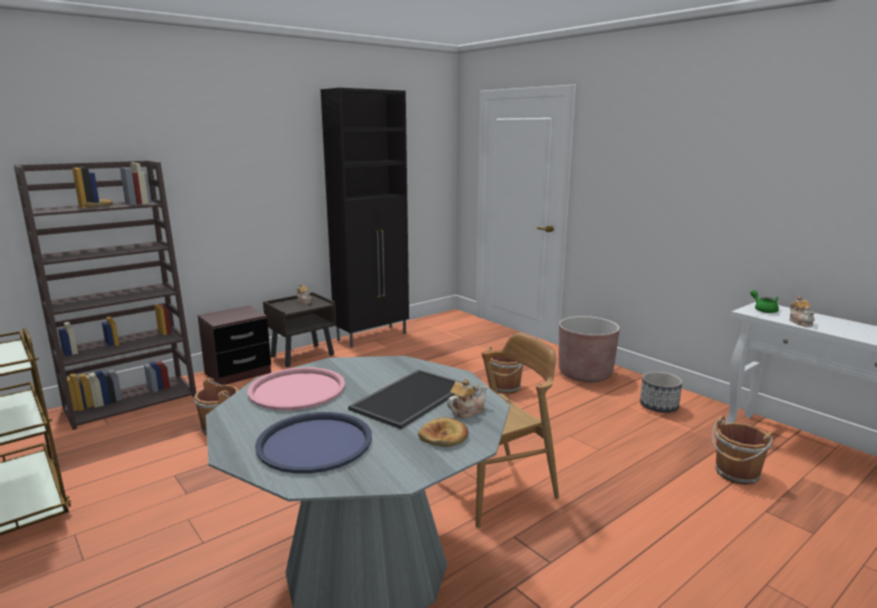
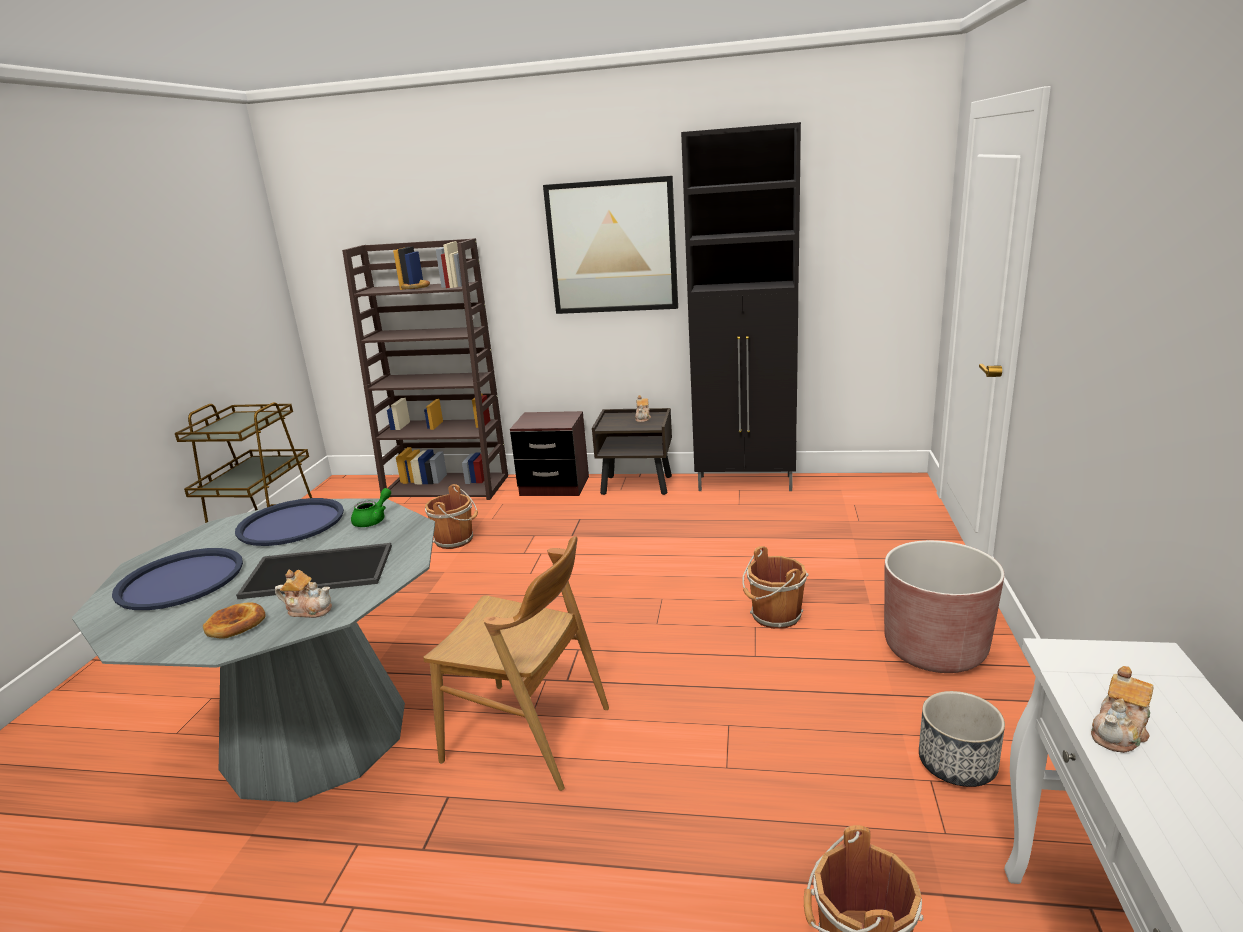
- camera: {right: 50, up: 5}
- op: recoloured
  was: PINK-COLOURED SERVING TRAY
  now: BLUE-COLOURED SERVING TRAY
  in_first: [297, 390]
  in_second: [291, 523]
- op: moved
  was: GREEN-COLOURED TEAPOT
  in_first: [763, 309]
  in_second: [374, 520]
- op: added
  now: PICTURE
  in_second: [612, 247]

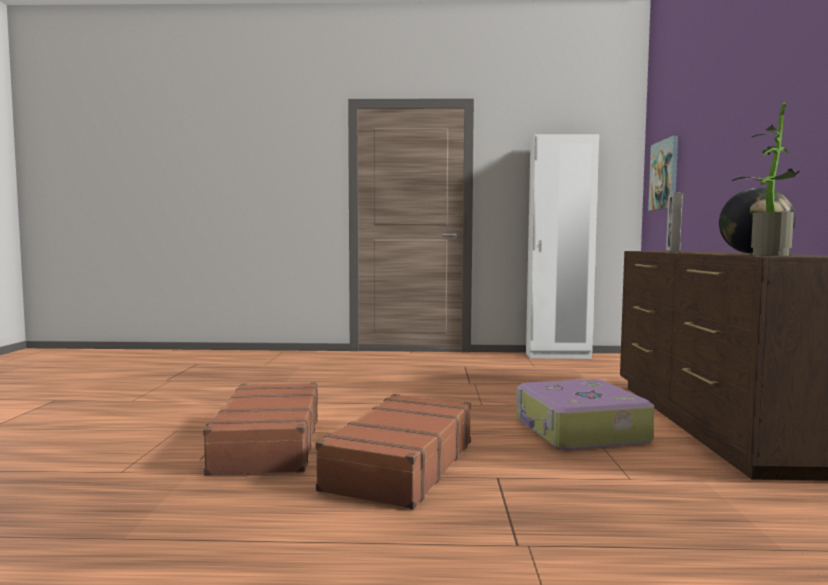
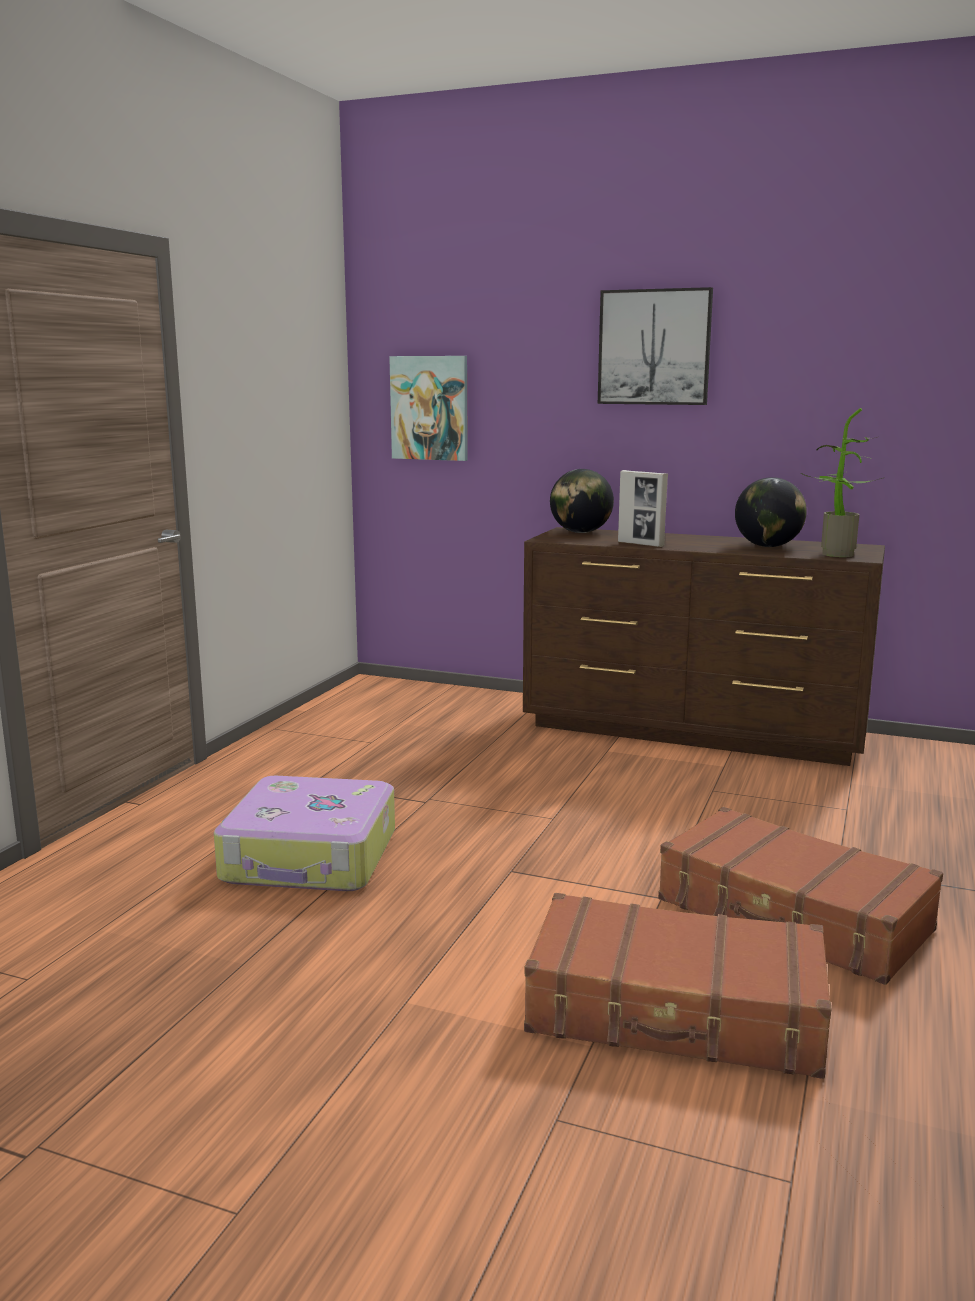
- camera: {right: -70, up: 10}
- op: moved
  was: TRAVEL CASE
  in_first: [579, 431]
  in_second: [311, 857]
- op: added
  now: DESK GLOBE
  in_second: [580, 532]
- op: added
  now: PICTURE
  in_second: [654, 347]
- op: removed
  was: WHITE WARDROBE
  in_first: [558, 356]

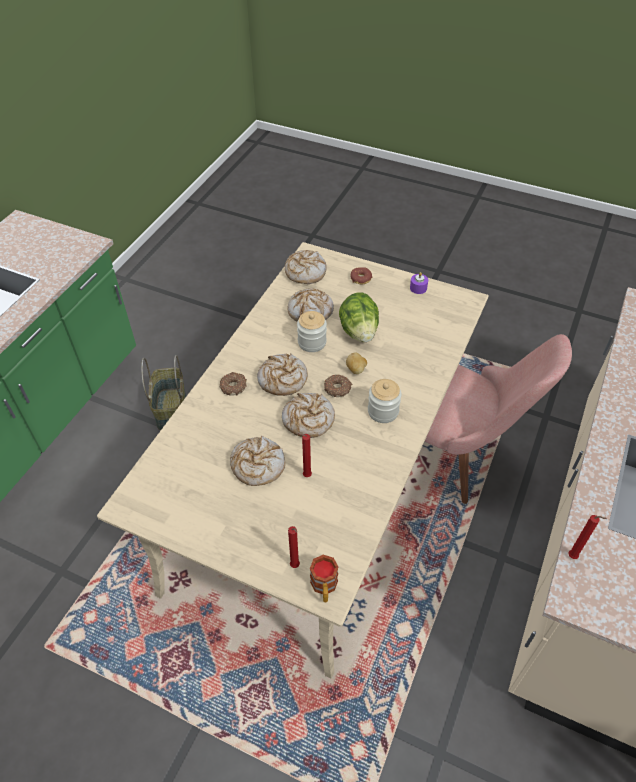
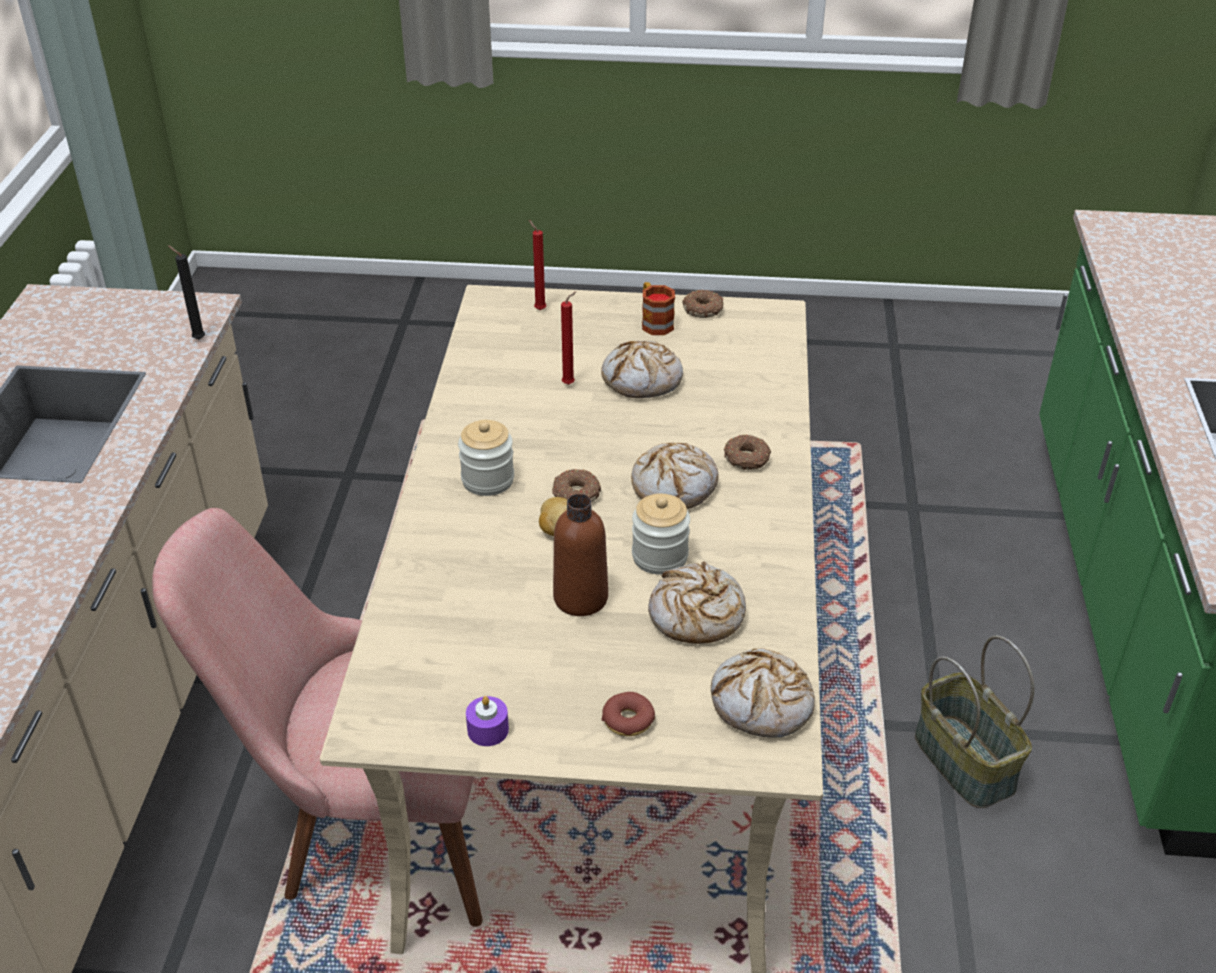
- camera: {right: 160, up: -10}
- op: recoloured
  was: RED WAX LIGHT
  now: BLACK-COLOURED WAX LIGHT
  in_first: [574, 557]
  in_second: [197, 339]
- op: replaced
  was: HEAD OF LETTUCE
  now: BROWN-COLOURED BOTTLE
  in_first: [359, 331]
  in_second: [580, 598]
- op: moved
  was: COFFEE MUG
  in_first: [324, 587]
  in_second: [654, 322]
- op: added
  now: DONUT
  in_second: [703, 309]
- op: removed
  was: BREAD
  in_first: [308, 420]

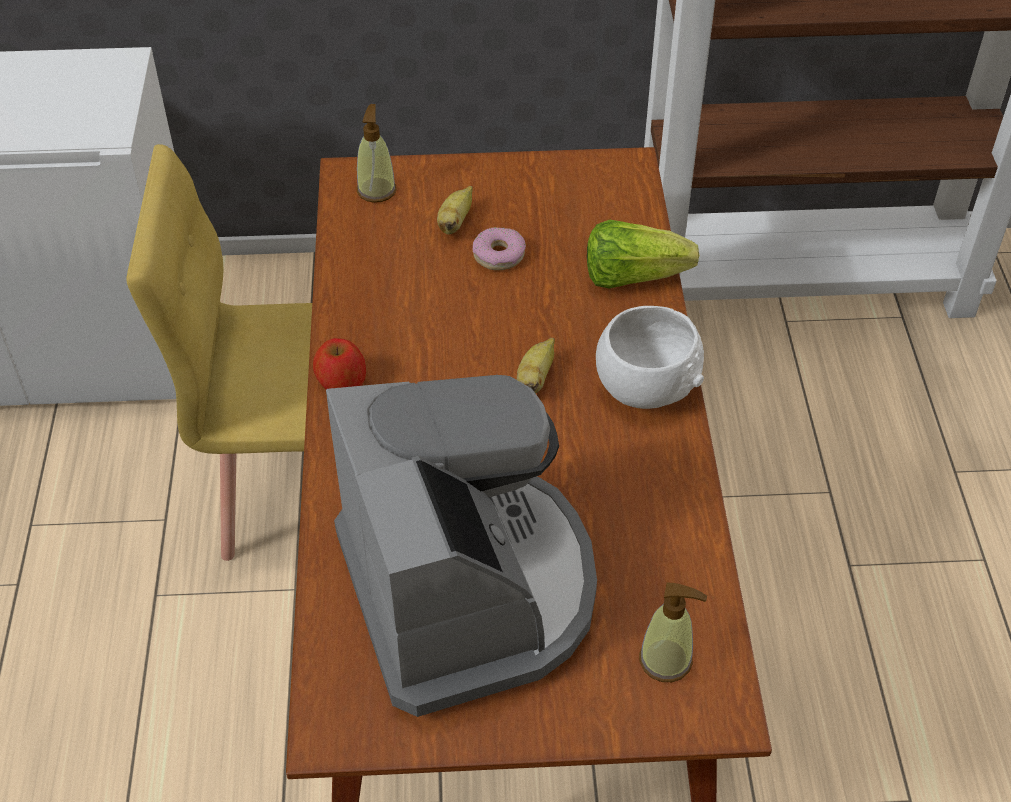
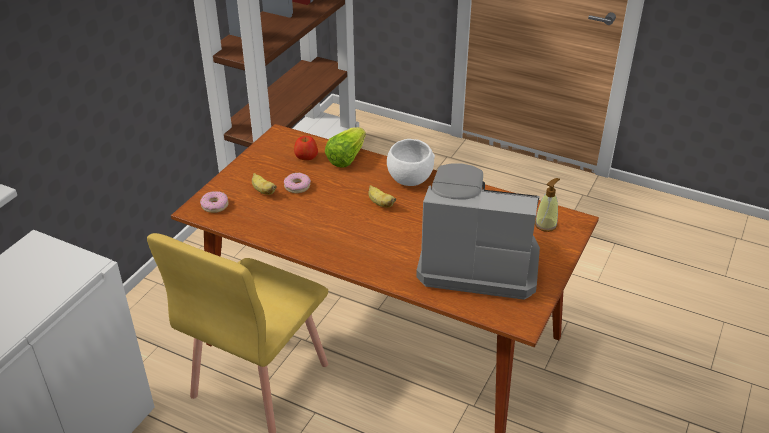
- camera: {right: -60, up: -10}
- op: replaced
  was: LIQUID SOAP BOTTLE
  now: DONUT
  in_first: [376, 190]
  in_second: [215, 205]
- op: moved
  was: APPLE FRUIT
  in_first: [341, 381]
  in_second: [306, 156]

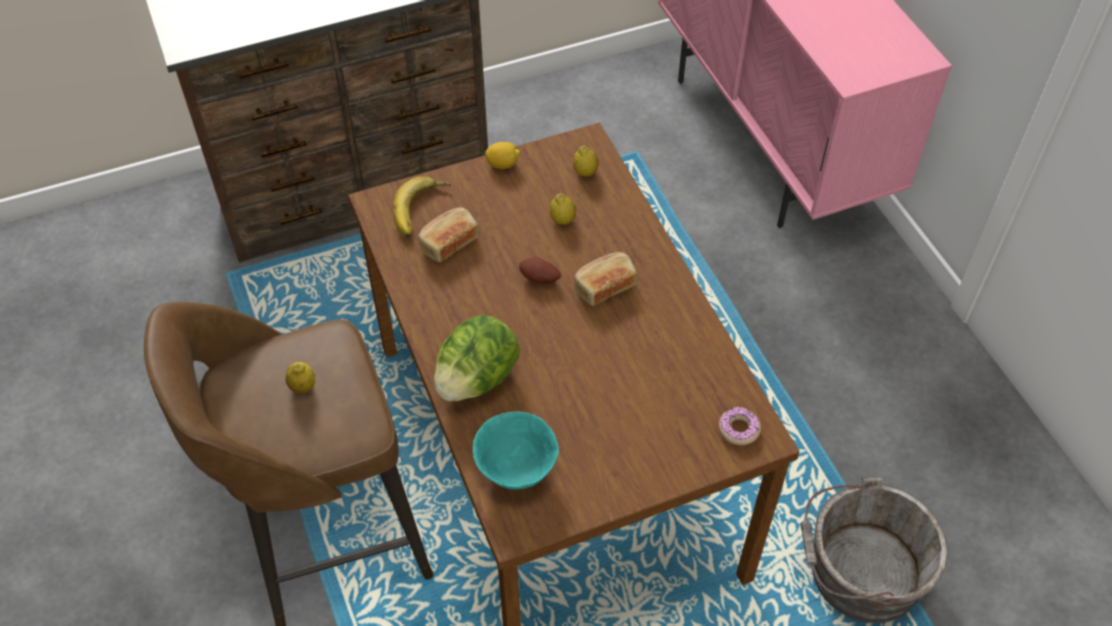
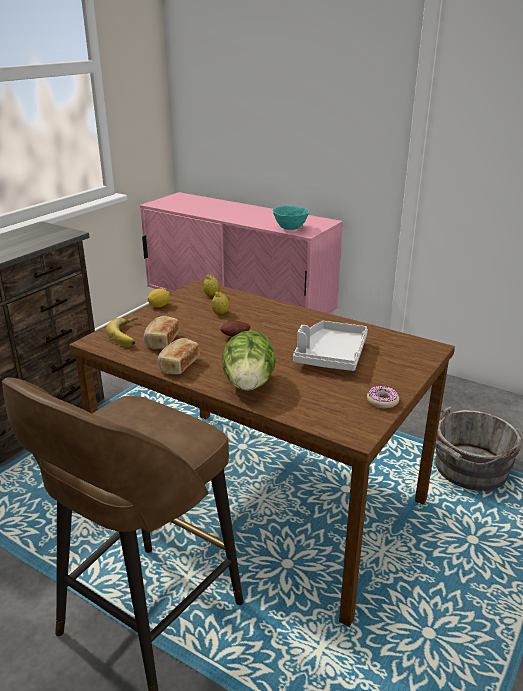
- camera: {right: -35, up: -25}
- op: moved
  was: BREAD
  in_first: [604, 286]
  in_second: [178, 365]
- op: moved
  was: TURQUOISE DEEP DISH
  in_first: [516, 469]
  in_second: [290, 228]
- op: added
  now: GREYISH SERVING TRAY
  in_second: [330, 355]
- op: moved
  was: DONUT
  in_first: [739, 429]
  in_second: [382, 401]
- op: removed
  was: CITRUS FRUIT
  in_first: [303, 387]

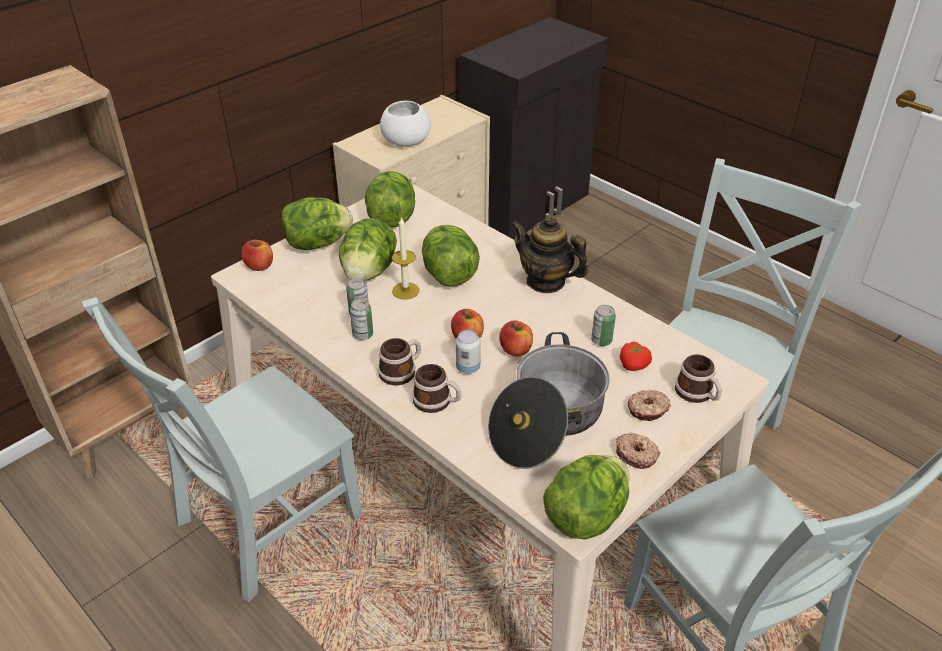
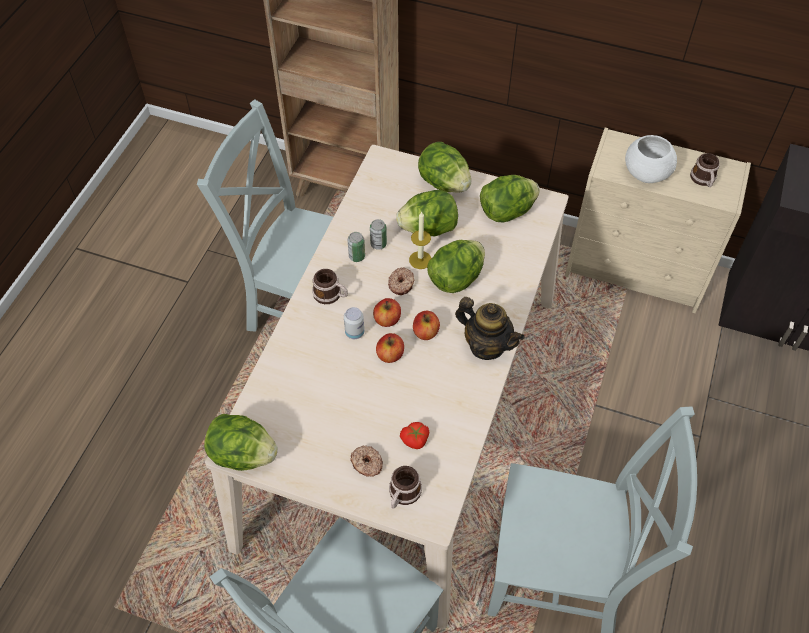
- camera: {right: 65, up: 15}
- op: moved
  was: DONUT
  in_first: [636, 454]
  in_second: [401, 284]
- op: moved
  was: APPLE FRUIT
  in_first: [259, 266]
  in_second: [426, 332]
- op: turned
  was: TEAPOT
  in_first: [546, 281]
  in_second: [486, 345]
  clockwise: 120
- op: moved
  was: COFFEE MUG
  in_first: [437, 402]
  in_second: [703, 180]
- op: removed
  was: SAUCEPOT
  in_first: [547, 421]
- op: removed
  was: METAL CAN
  in_first: [601, 340]

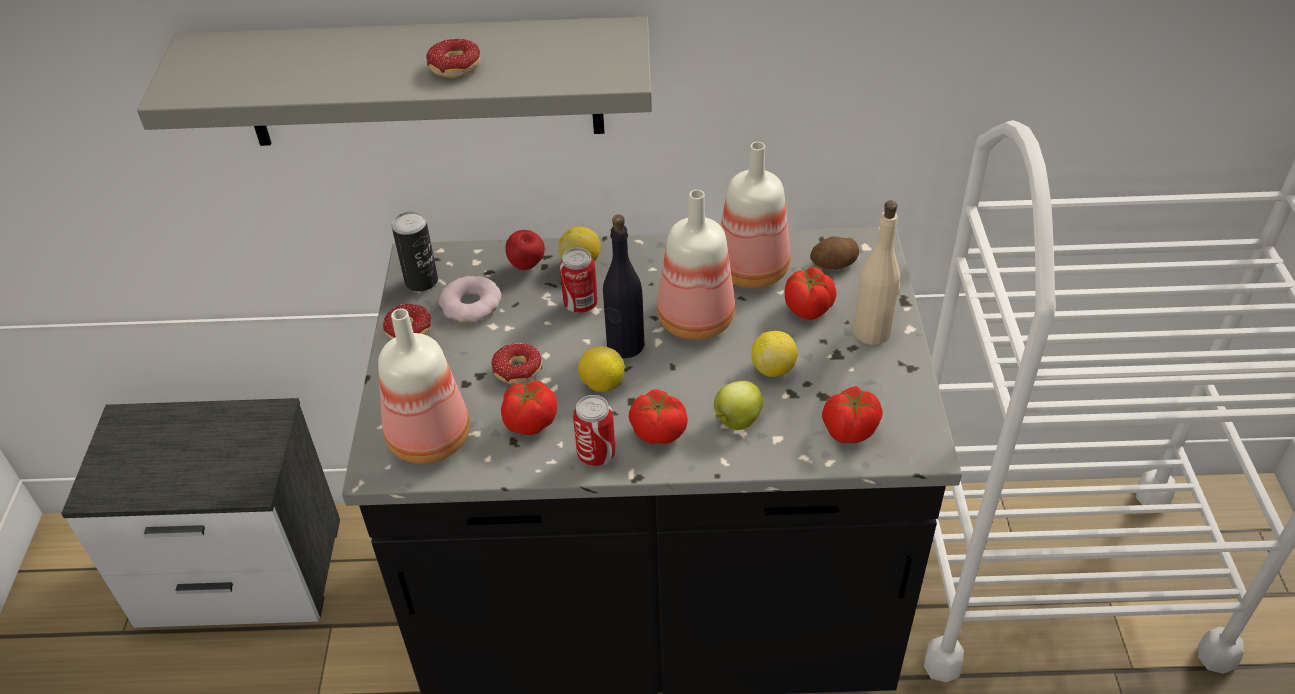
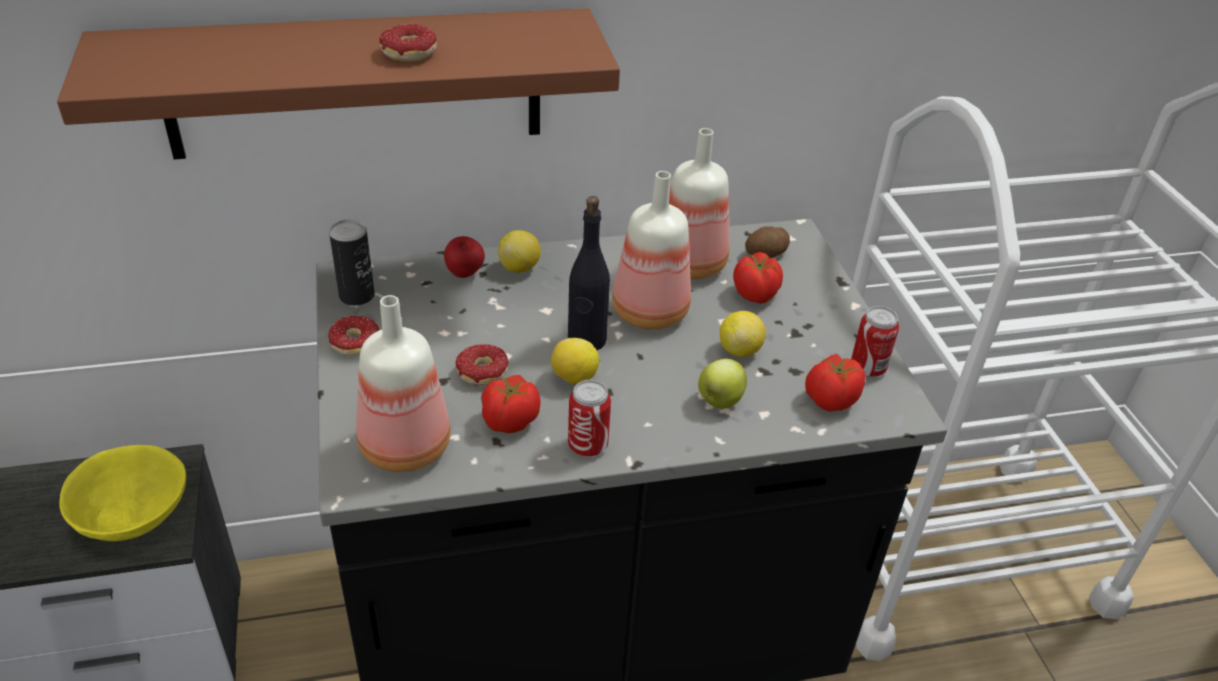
- camera: {right: -15, up: -5}
- op: recoloured
  was: GREYISH BRACKET SHELF
  now: BROWN-COLOURED BRACKET SHELF
  in_first: [422, 82]
  in_second: [355, 84]
- op: added
  now: YELLOW-COLOURED DEEP DISH
  in_second: [133, 511]
- op: moved
  was: METAL CAN
  in_first: [580, 304]
  in_second: [867, 368]
- op: removed
  was: DONUT
  in_first: [471, 305]
- op: removed
  was: TOMATO
  in_first: [658, 432]
- op: removed
  was: BEIGE BOTTLE
  in_first: [872, 332]

